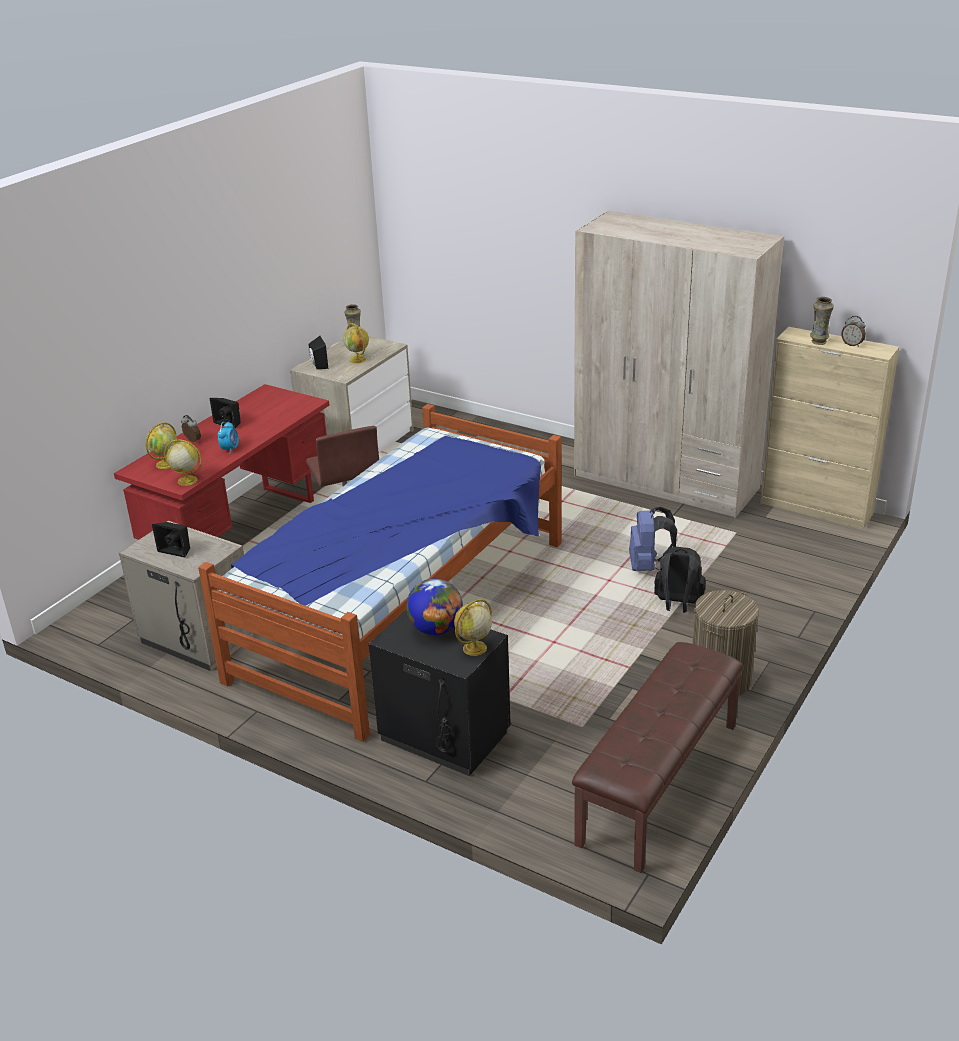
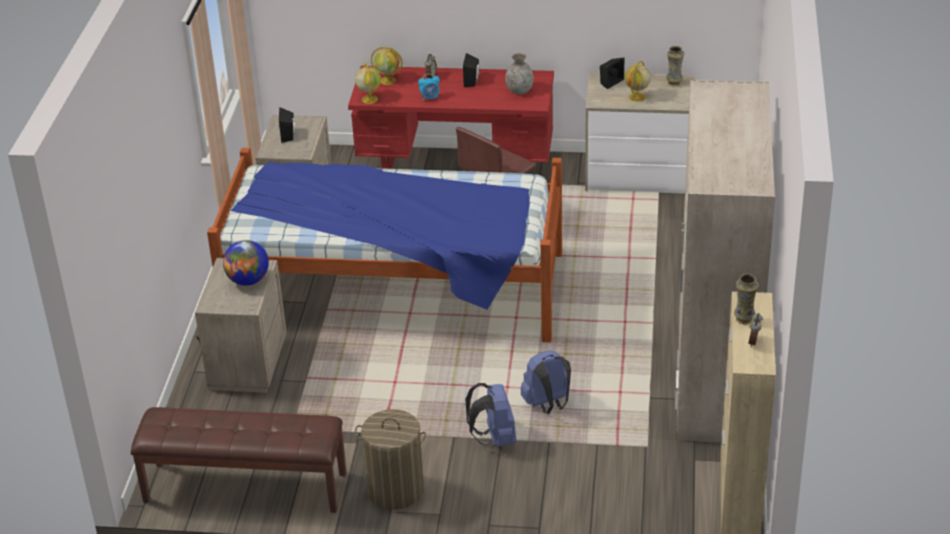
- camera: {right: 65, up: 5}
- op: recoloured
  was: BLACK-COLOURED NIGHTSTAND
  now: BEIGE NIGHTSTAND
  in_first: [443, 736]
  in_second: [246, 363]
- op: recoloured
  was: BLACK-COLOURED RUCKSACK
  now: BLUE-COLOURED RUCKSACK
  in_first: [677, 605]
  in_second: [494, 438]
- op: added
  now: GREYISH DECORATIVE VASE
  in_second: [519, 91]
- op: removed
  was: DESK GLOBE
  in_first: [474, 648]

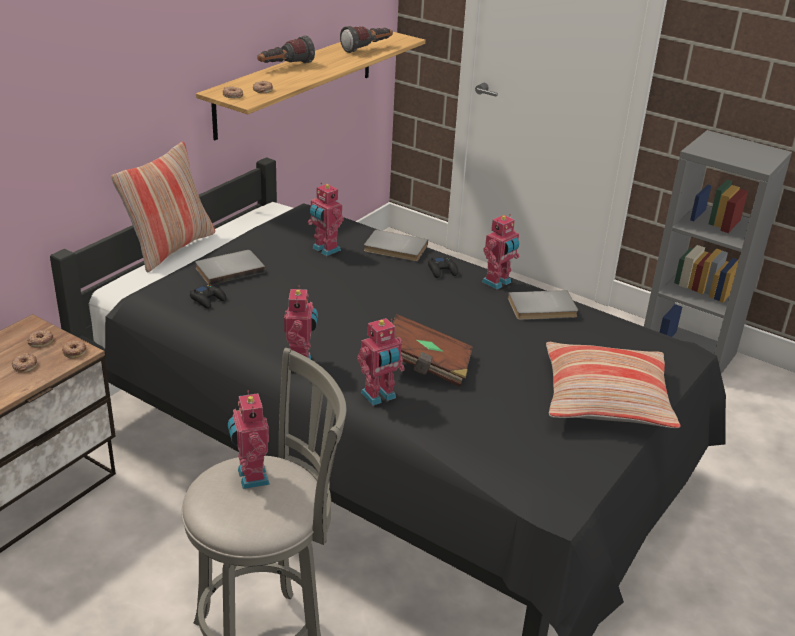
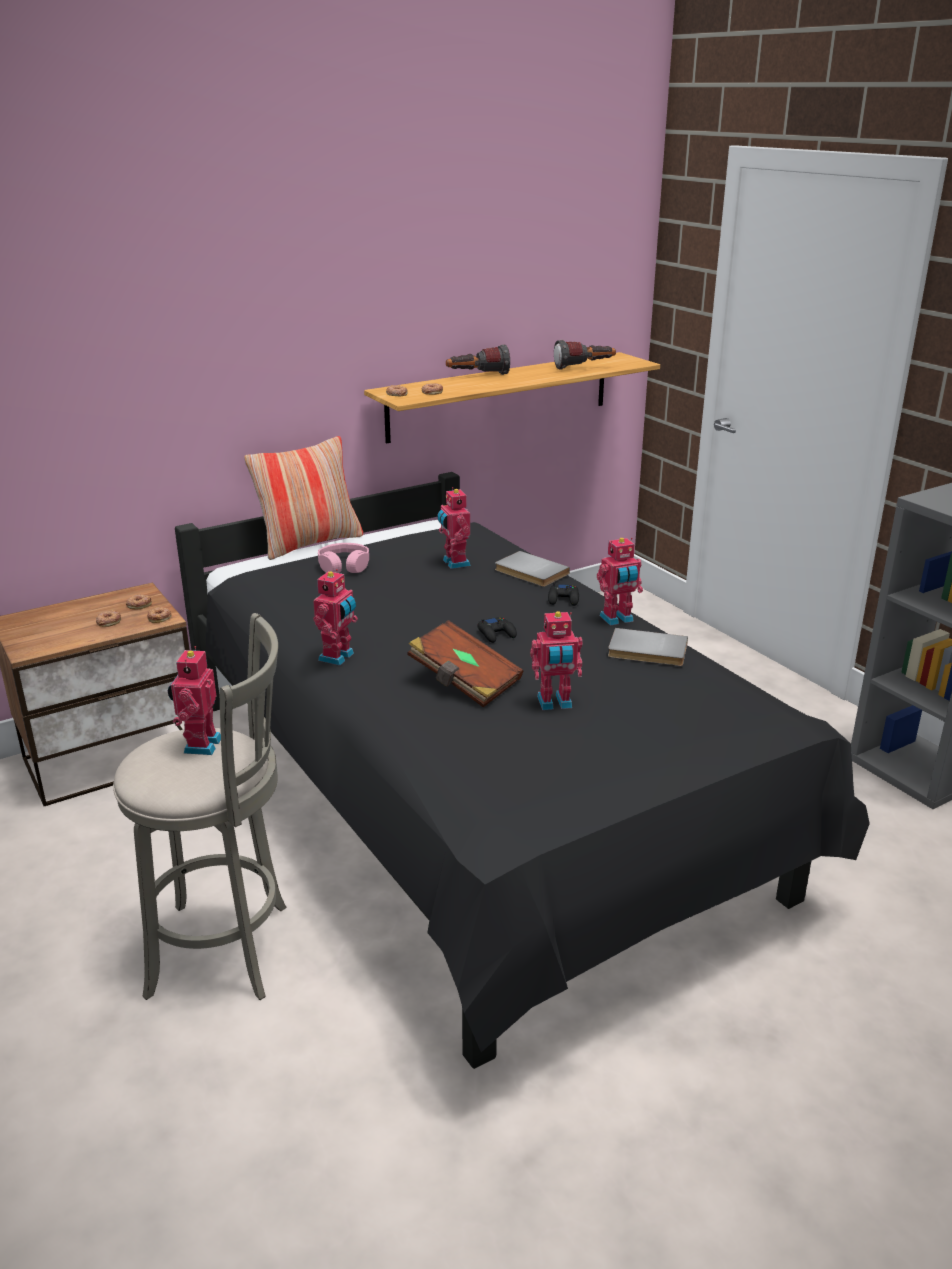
- camera: {right: 25, up: -5}
- op: replaced
  was: GREYISH BOOK
  now: PINK-COLOURED HEADPHONES
  in_first: [229, 269]
  in_second: [344, 566]
- op: moved
  was: BLACK-COLOURED GAME CONTROLLER
  in_first: [208, 299]
  in_second: [496, 634]
- op: moved
  was: TOY ROBOT
  in_first: [379, 396]
  in_second: [555, 703]
- op: removed
  was: CUSHION
  in_first: [606, 398]

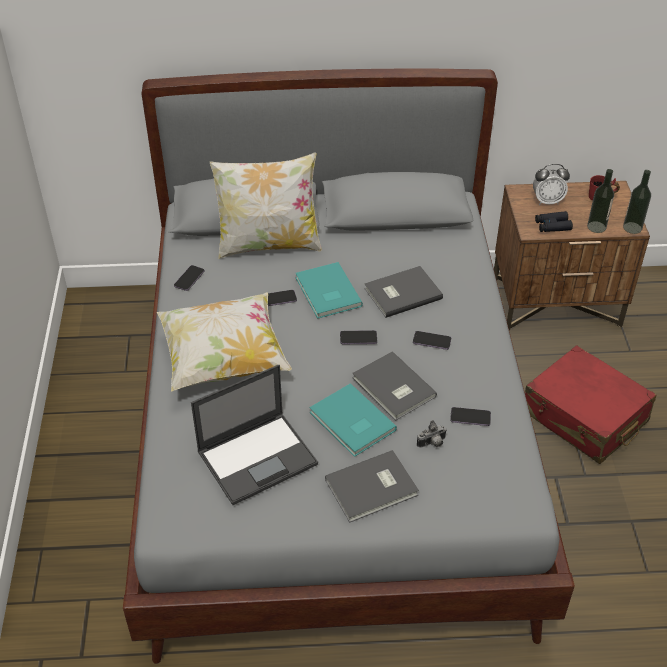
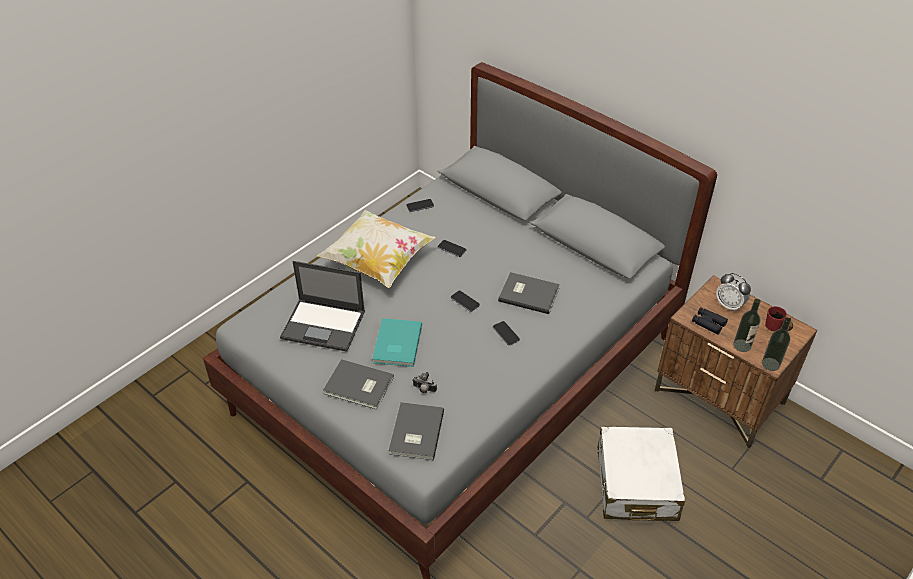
- camera: {right: 45, up: 0}
- op: moved
  was: GREYISH BOOK
  in_first: [393, 389]
  in_second: [415, 433]
- op: recoloured
  was: RED TRAVEL CASE
  now: WHITE TRAVEL CASE
  in_first: [584, 417]
  in_second: [636, 484]
- op: removed
  was: CUSHION
  in_first: [269, 244]
- op: removed
  was: TURQUOISE BOOK
  in_first: [327, 293]
- op: removed
  was: PHONE
  in_first: [470, 417]

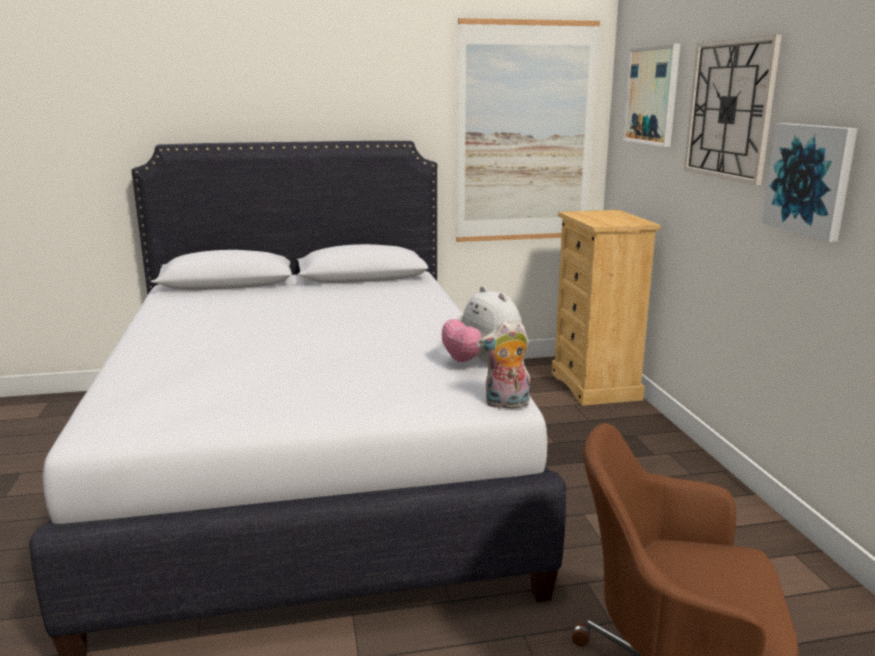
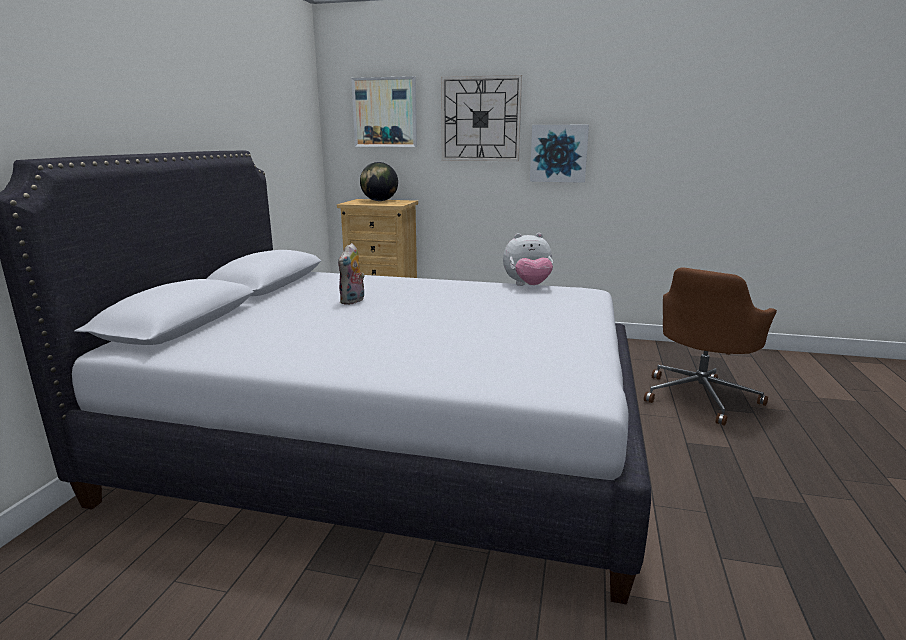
- camera: {right: -65, up: 0}
- op: moved
  was: SOFT TOY
  in_first: [506, 404]
  in_second: [353, 301]
- op: added
  now: DESK GLOBE
  in_second: [379, 201]
- op: removed
  was: PICTURE
  in_first: [525, 134]

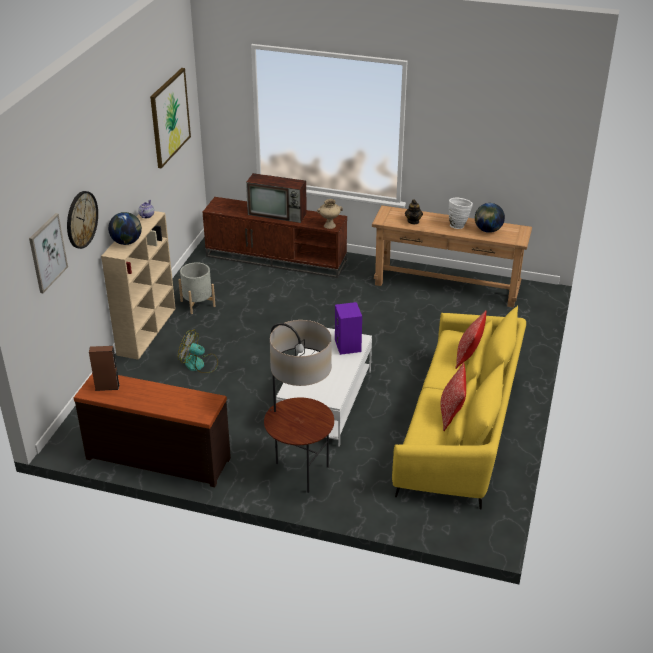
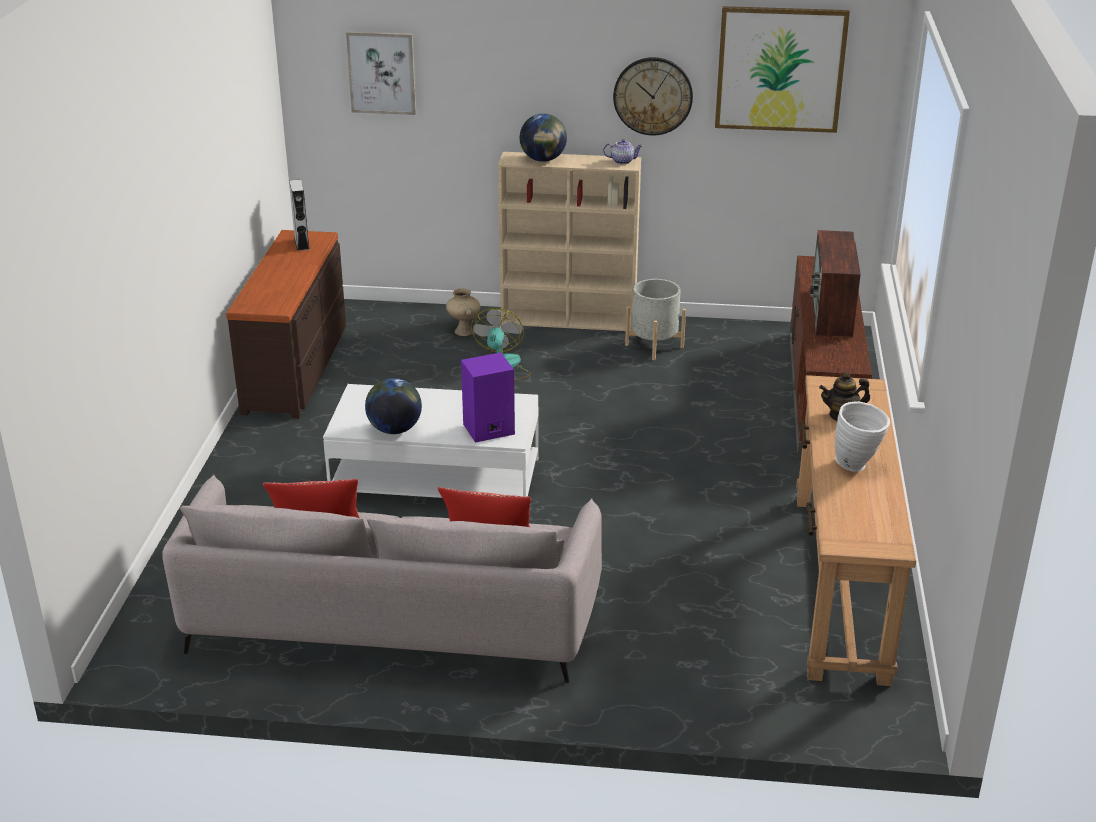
- camera: {right: 80, up: -5}
- op: recoloured
  was: YELLOW-COLOURED SETTEE
  now: GREYISH SETTEE
  in_first: [461, 428]
  in_second: [389, 622]
- op: recoloured
  was: BROWN-COLOURED AUDIO SPEAKER
  now: GREYISH AUDIO SPEAKER
  in_first: [107, 387]
  in_second: [302, 244]
- op: moved
  was: DESK GLOBE
  in_first: [488, 230]
  in_second: [394, 429]
- op: moved
  was: BEIGE DECORATIVE VASE
  in_first: [329, 226]
  in_second: [463, 331]
- op: moved
  was: WALL CLOCK
  in_first: [81, 219]
  in_second: [653, 96]
- op: removed
  was: STANDING LAMP
  in_first: [300, 472]

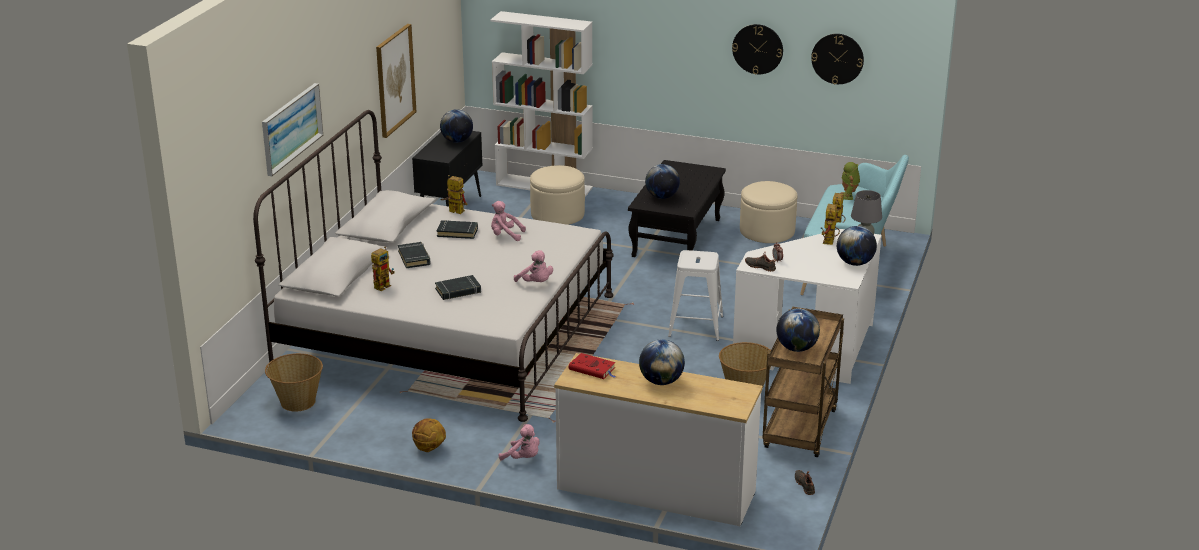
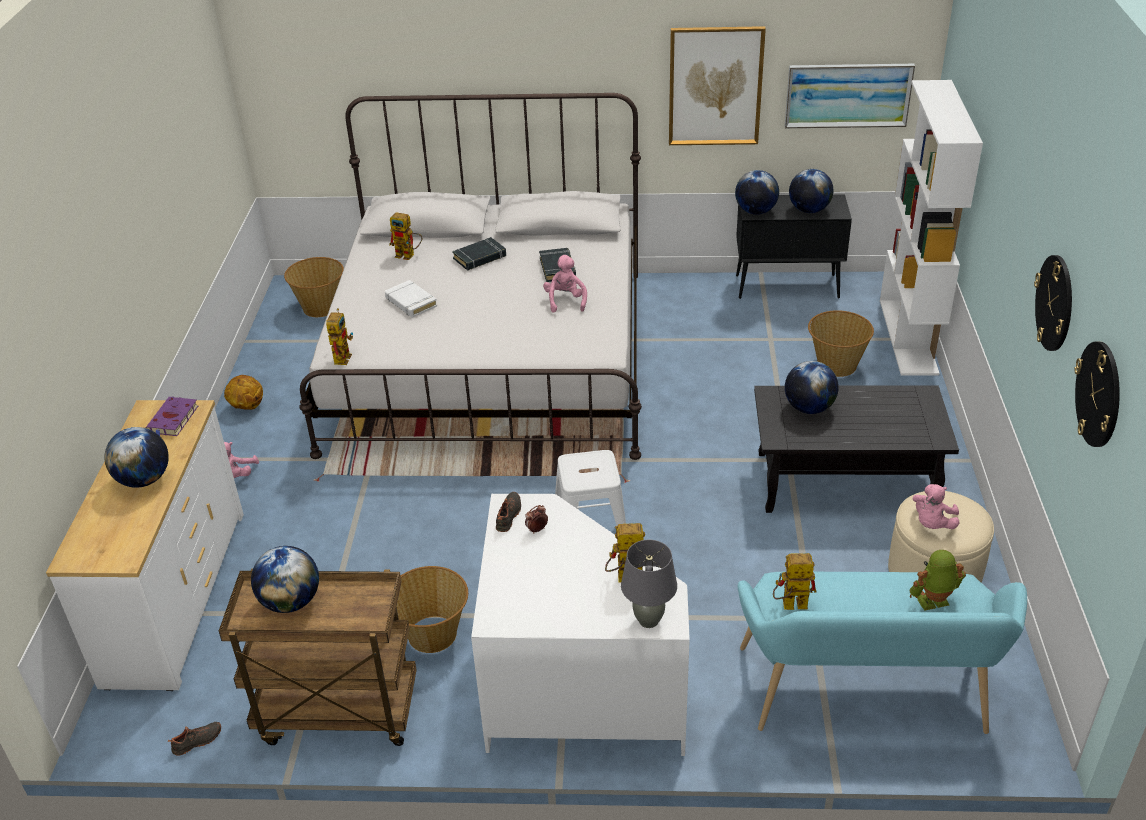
- camera: {right: 75, up: 10}
- op: recoloured
  was: RED BOOK
  now: PURPLISH BOOK
  in_first: [593, 369]
  in_second: [172, 420]
- op: moved
  was: TOY ROBOT
  in_first: [453, 211]
  in_second: [342, 356]
- op: recoloured
  was: BLACK-COLOURED BOOK
  now: WHITE BOOK
  in_first: [458, 291]
  in_second: [410, 302]
- op: moved
  was: DESK GLOBE
  in_first: [855, 263]
  in_second: [755, 211]
- op: moved
  was: PICTURE
  in_first: [291, 128]
  in_second: [848, 95]
- op: replaced
  was: BEIGE OTTOMAN
  now: STORAGE BASKET
  in_first: [557, 214]
  in_second: [836, 365]
- op: moved
  was: PINK-COLOURED SOFT TOY
  in_first: [535, 283]
  in_second: [932, 524]

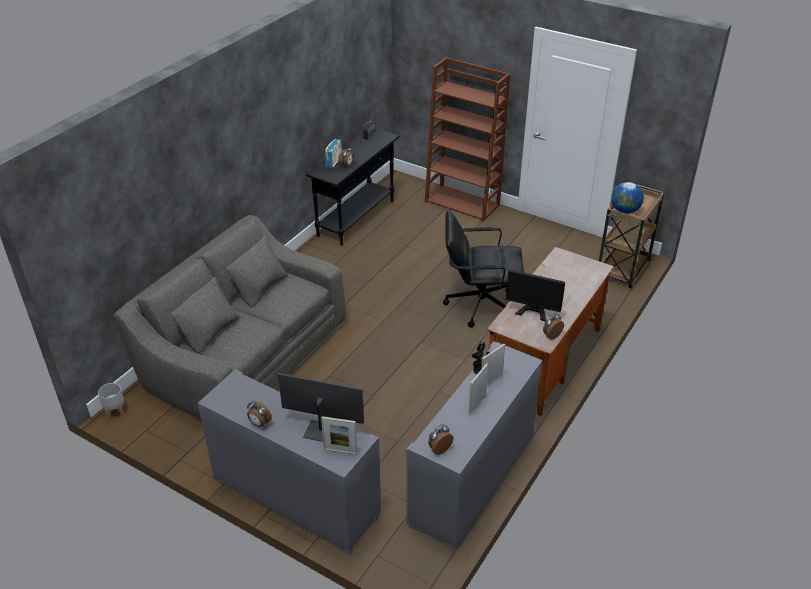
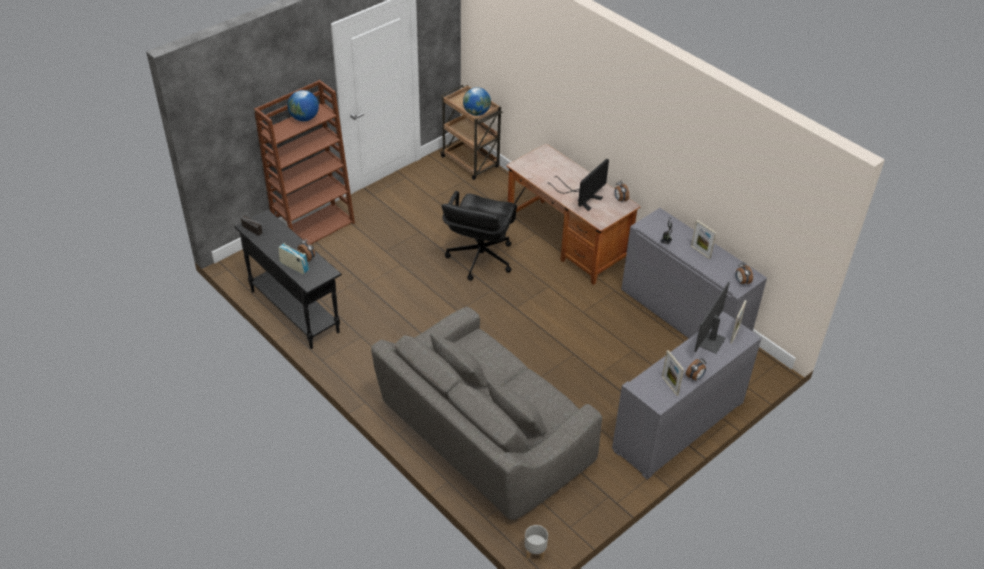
- camera: {right: -75, up: 5}
- op: added
  now: DESK GLOBE
  in_second: [304, 118]
- op: moved
  was: PHOTO FRAME
  in_first: [491, 382]
  in_second: [669, 386]

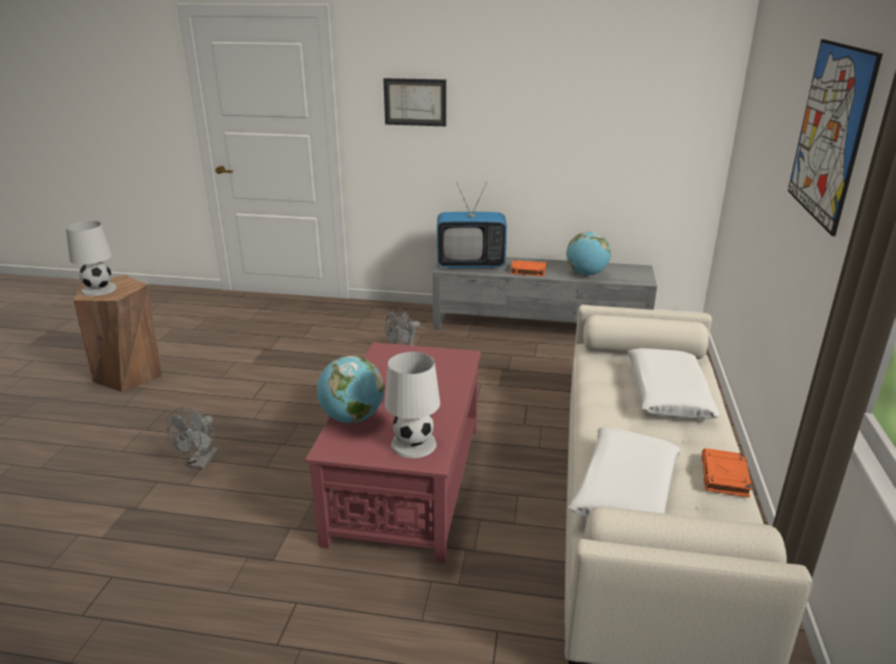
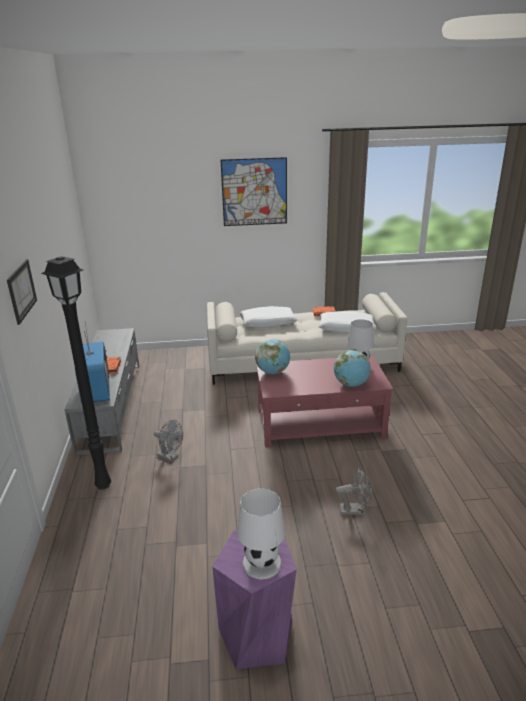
- camera: {right: -105, up: 0}
- op: added
  now: BLACK-COLOURED STANDING LAMP
  in_second: [103, 484]
- op: recoloured
  was: BROWN-COLOURED SITTING STOOL
  now: PURPLISH SITTING STOOL
  in_first: [130, 374]
  in_second: [257, 635]
- op: moved
  was: DESK GLOBE
  in_first: [586, 274]
  in_second: [273, 372]

